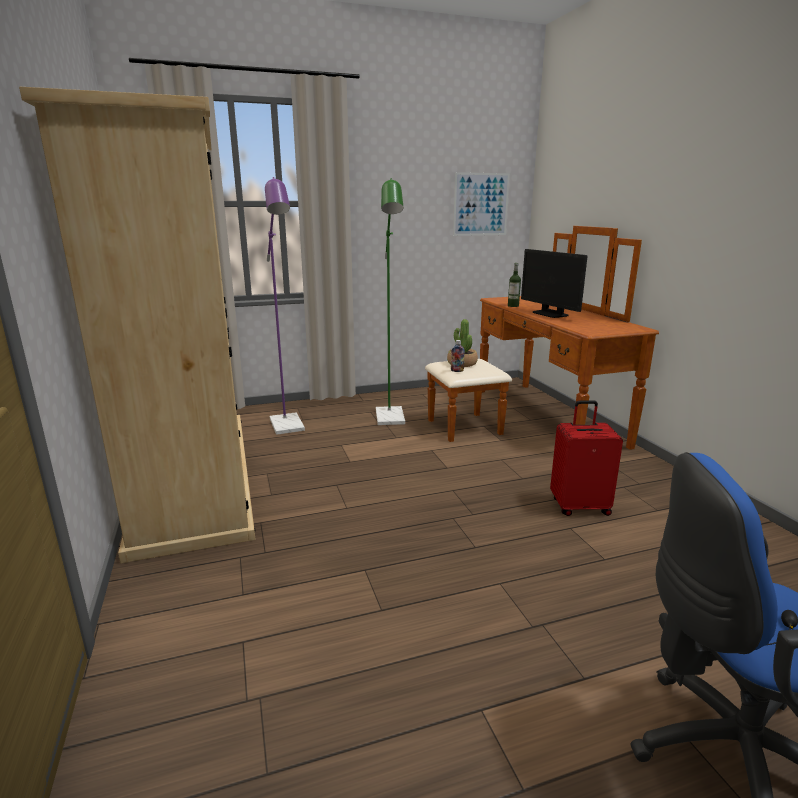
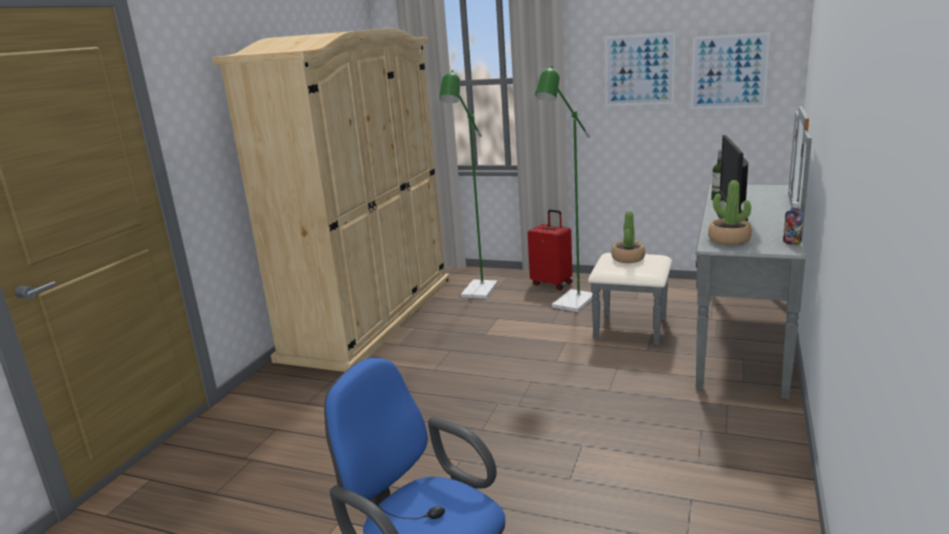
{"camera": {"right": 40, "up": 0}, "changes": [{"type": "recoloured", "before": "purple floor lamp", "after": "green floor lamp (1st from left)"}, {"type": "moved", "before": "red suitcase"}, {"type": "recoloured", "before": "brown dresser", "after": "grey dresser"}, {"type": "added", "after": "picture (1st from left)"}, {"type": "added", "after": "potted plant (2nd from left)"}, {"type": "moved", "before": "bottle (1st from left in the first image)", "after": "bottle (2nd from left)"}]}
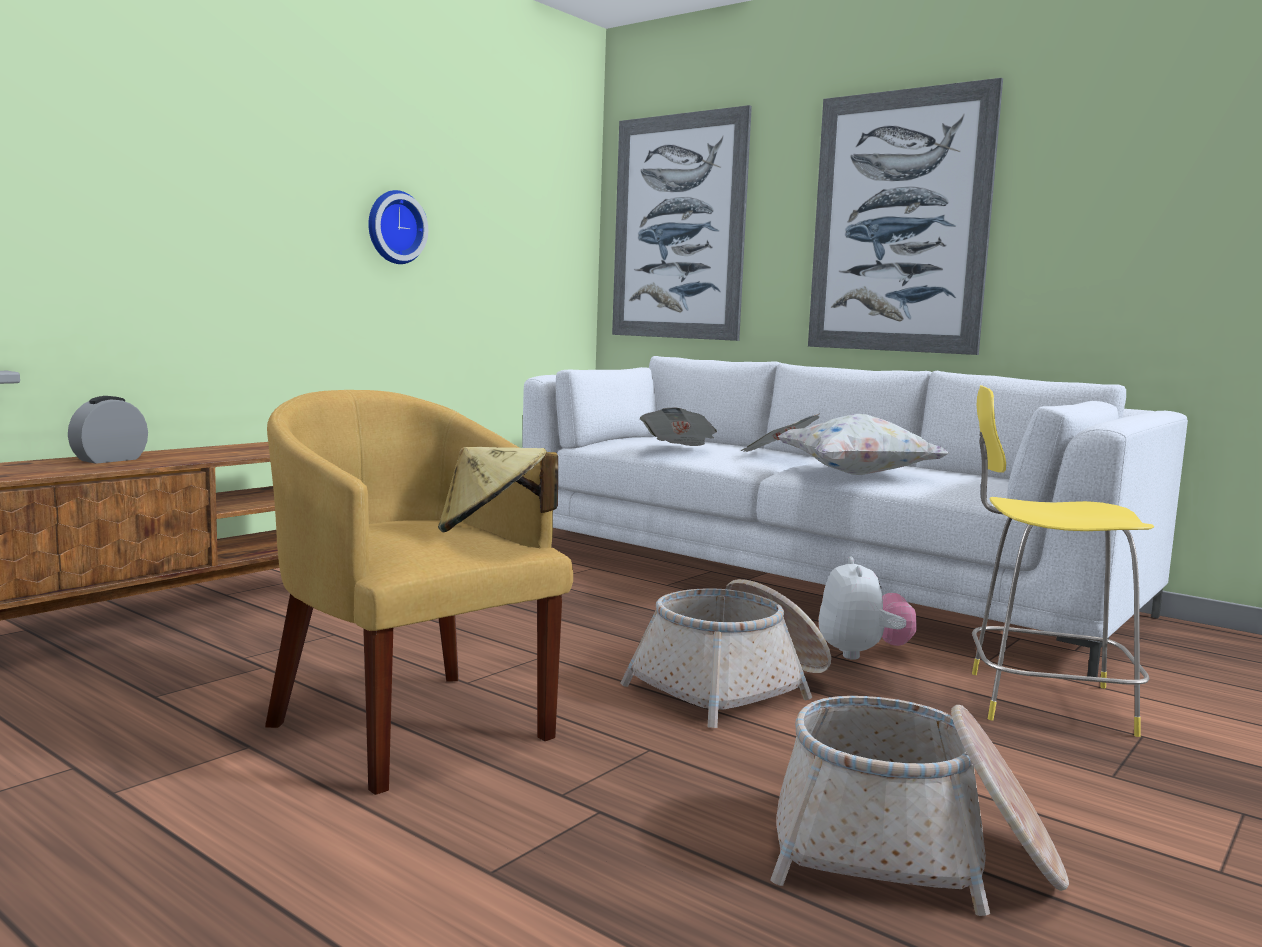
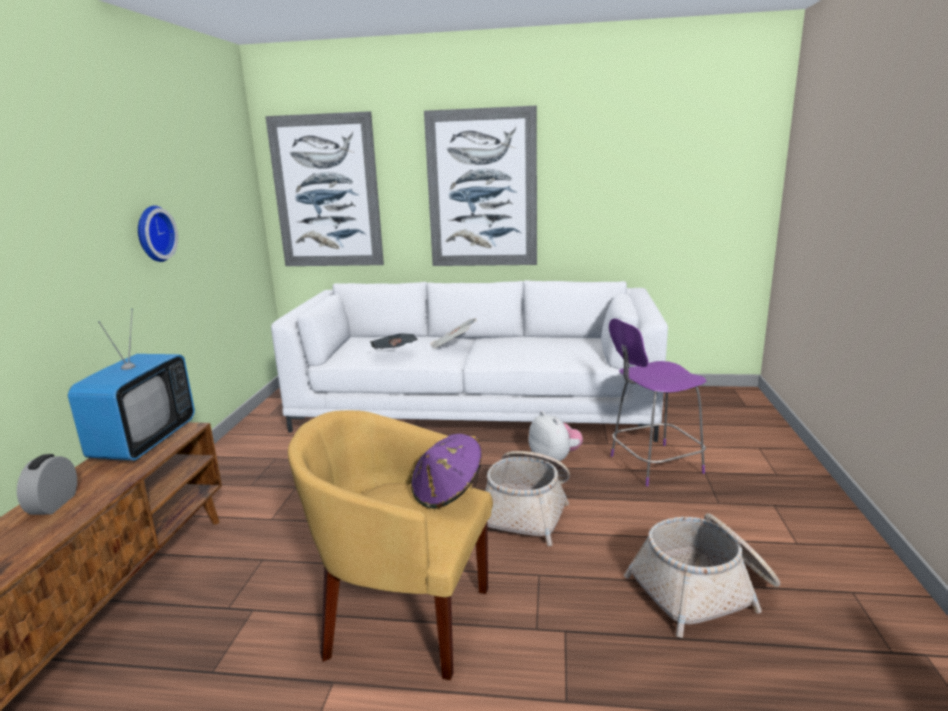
{"camera": {"right": -30, "up": 10}, "changes": [{"type": "added", "after": "television"}, {"type": "recoloured", "before": "beige hat", "after": "purple hat"}, {"type": "recoloured", "before": "yellow stool", "after": "purple stool"}, {"type": "removed", "before": "white pillow"}]}
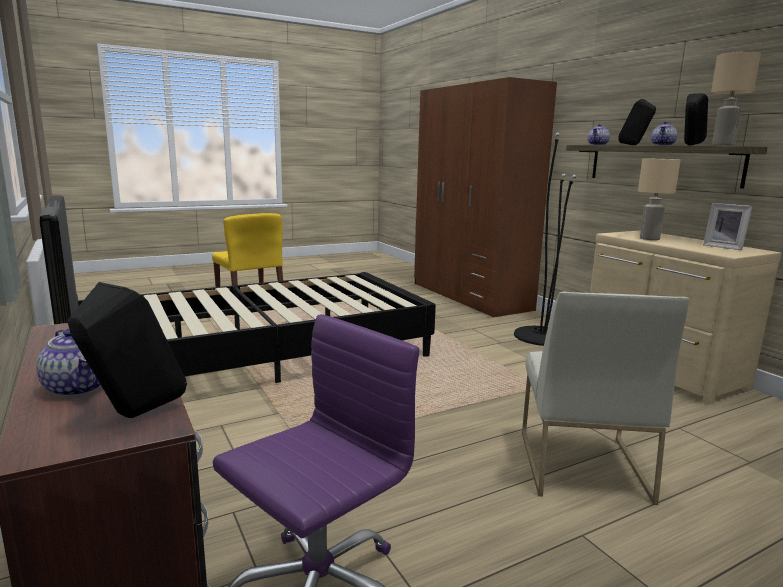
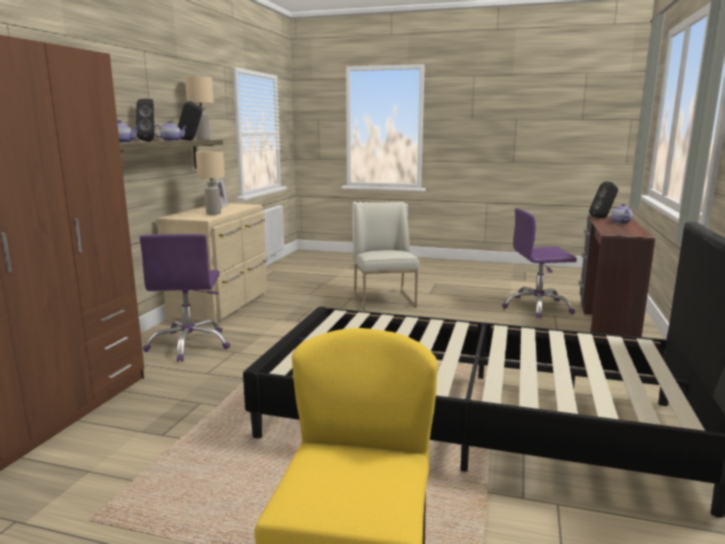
{"camera": {"right": -135, "up": 0}, "changes": [{"type": "replaced", "before": "black floor lamp", "after": "purple office chair (1st from left)"}, {"type": "turned", "before": "white chair", "turn": -60}]}
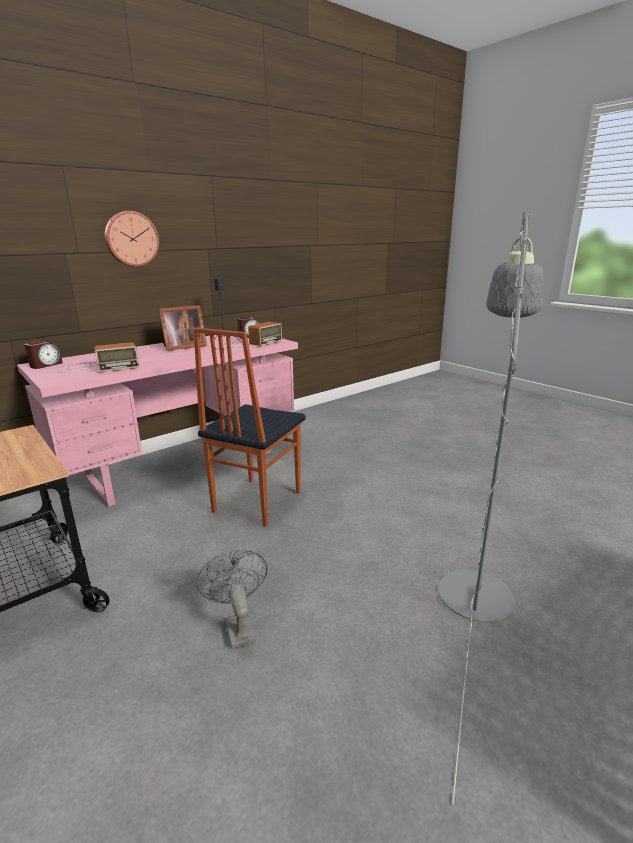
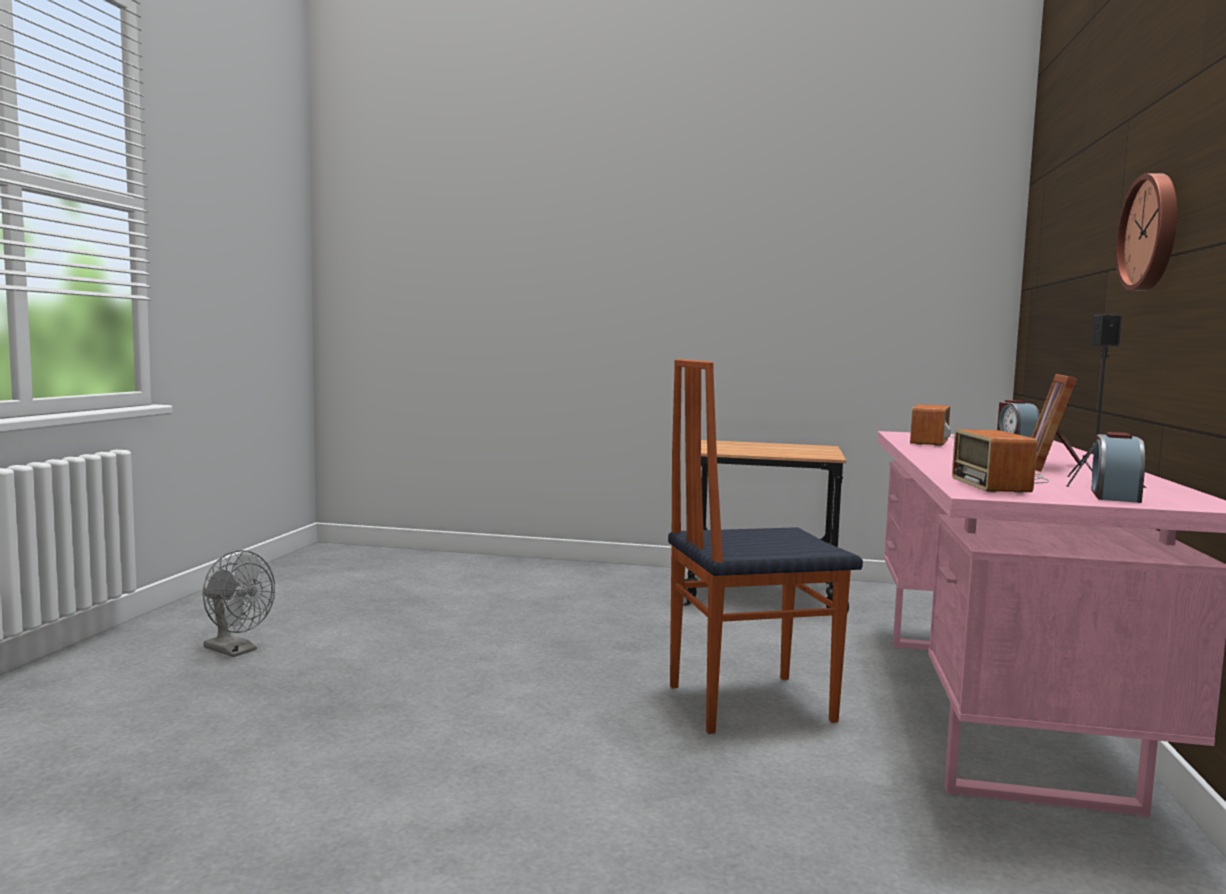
{"camera": {"right": 140, "up": -15}, "changes": [{"type": "moved", "before": "grey fan"}, {"type": "turned", "before": "chair", "turn": -90}, {"type": "removed", "before": "grey floor lamp"}]}
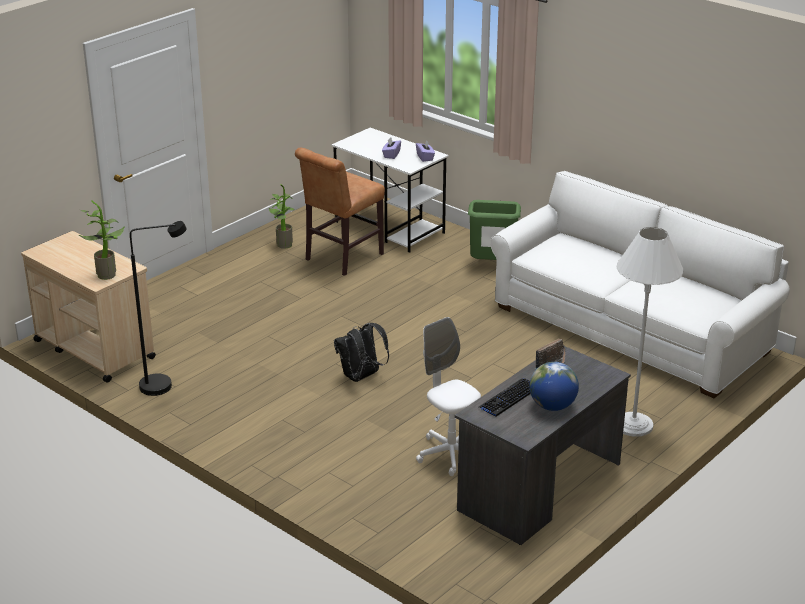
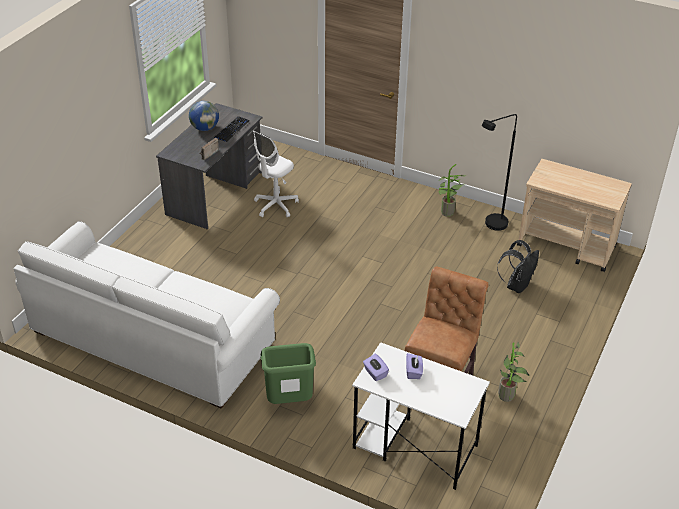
{"camera": {"right": 165, "up": 10}, "changes": [{"type": "turned", "before": "white office chair", "turn": 90}, {"type": "moved", "before": "potted plant (1st from left)"}, {"type": "moved", "before": "black backpack"}, {"type": "removed", "before": "white floor lamp"}]}
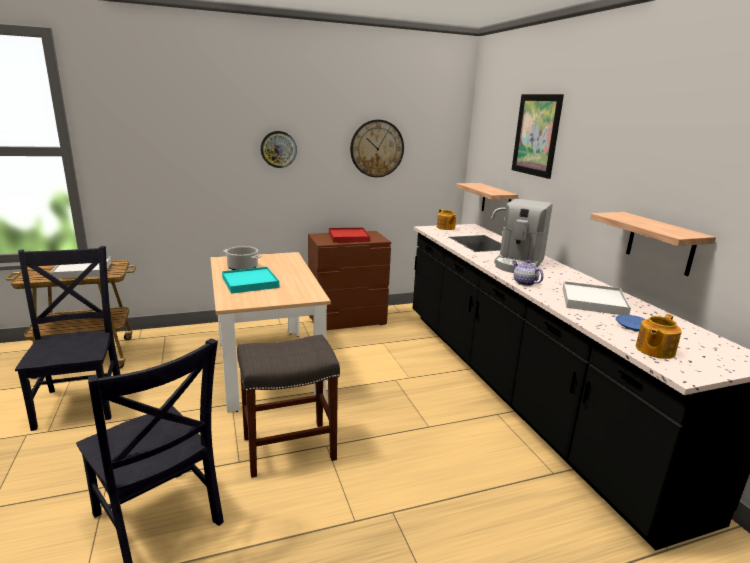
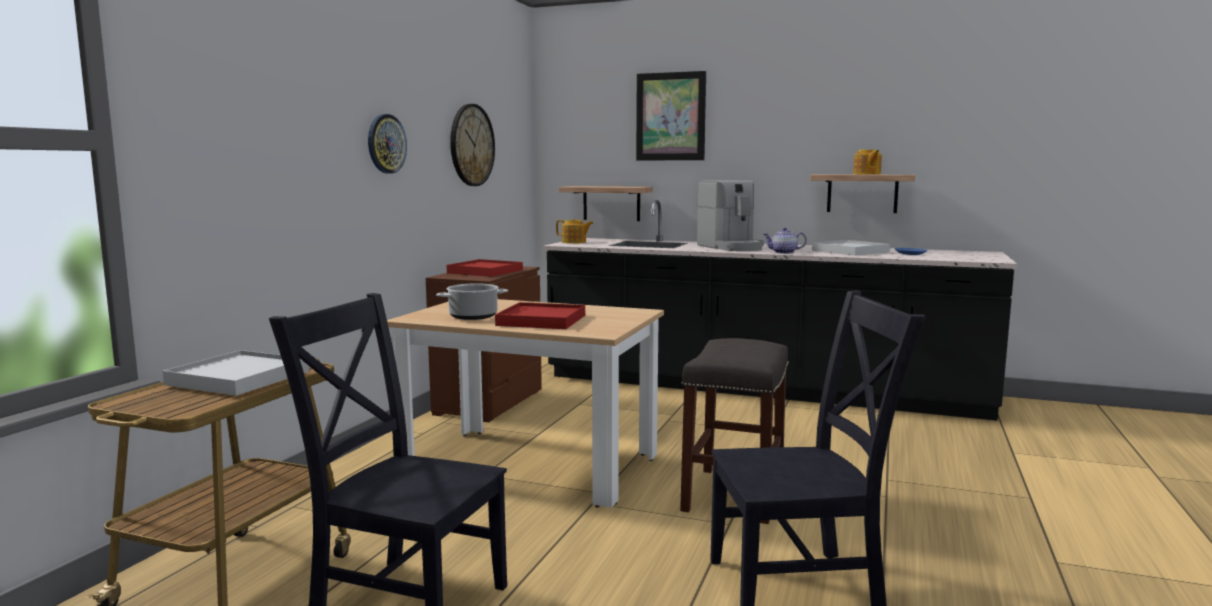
{"camera": {"right": -50, "up": -10}, "changes": [{"type": "recoloured", "before": "turquoise tray", "after": "red tray (2nd from left)"}, {"type": "moved", "before": "teapot (3rd from left)"}]}
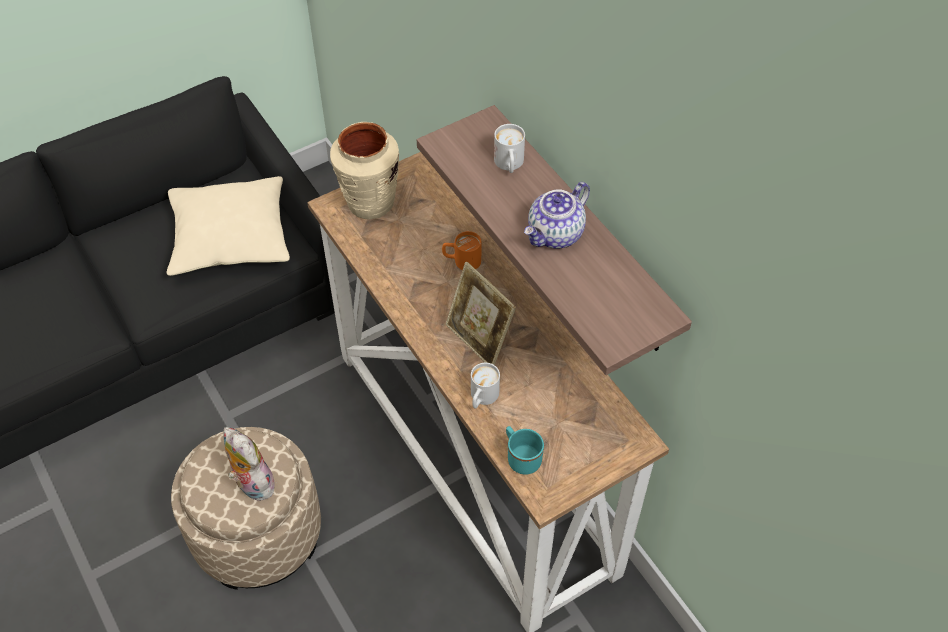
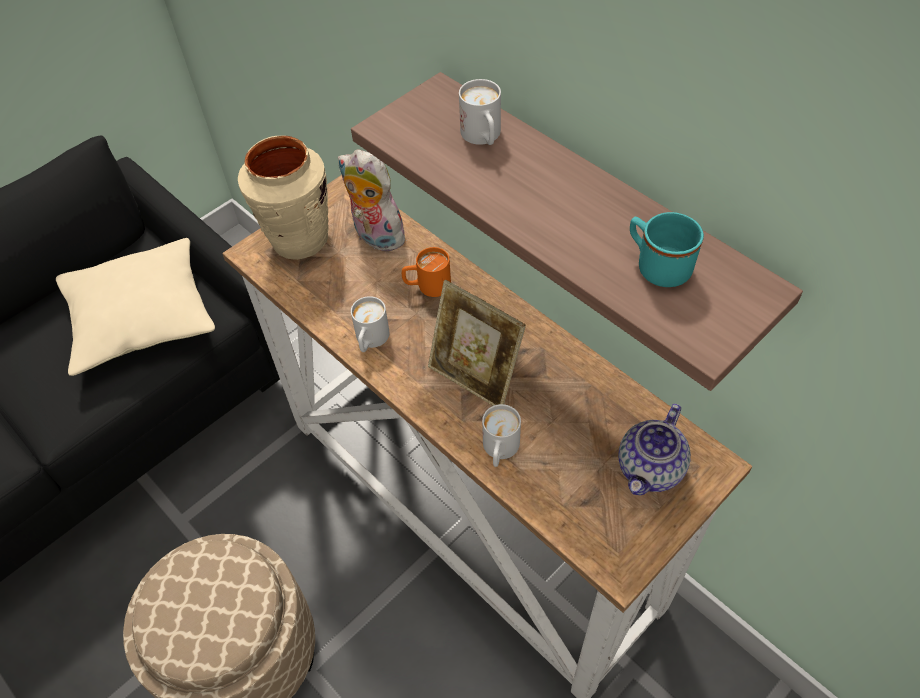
{"camera": {"right": -10, "up": 0}, "changes": [{"type": "moved", "before": "plush toy"}, {"type": "added", "after": "white mug (1st from left)"}, {"type": "moved", "before": "teapot"}, {"type": "moved", "before": "turquoise mug"}]}
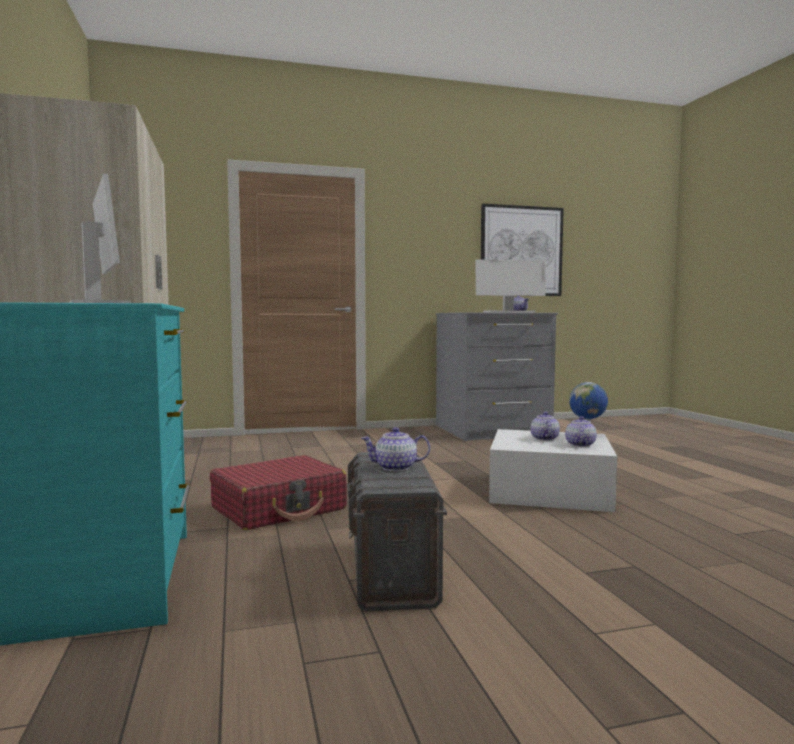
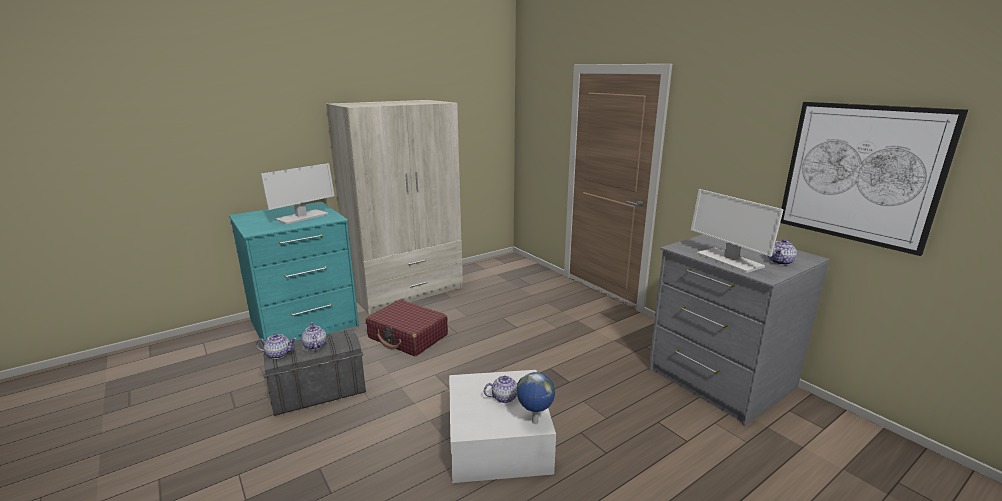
{"camera": {"right": 70, "up": 15}, "changes": [{"type": "moved", "before": "teapot (4th from left in the first image)", "after": "teapot (1st from left)"}]}
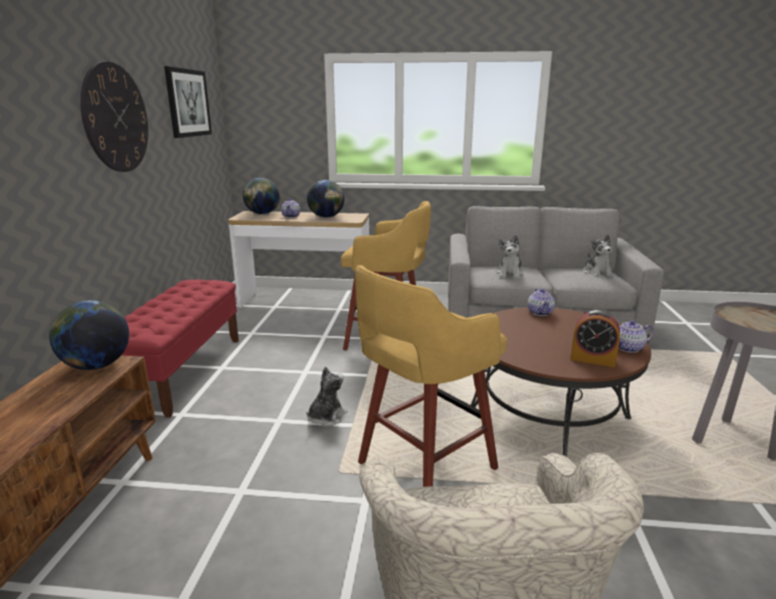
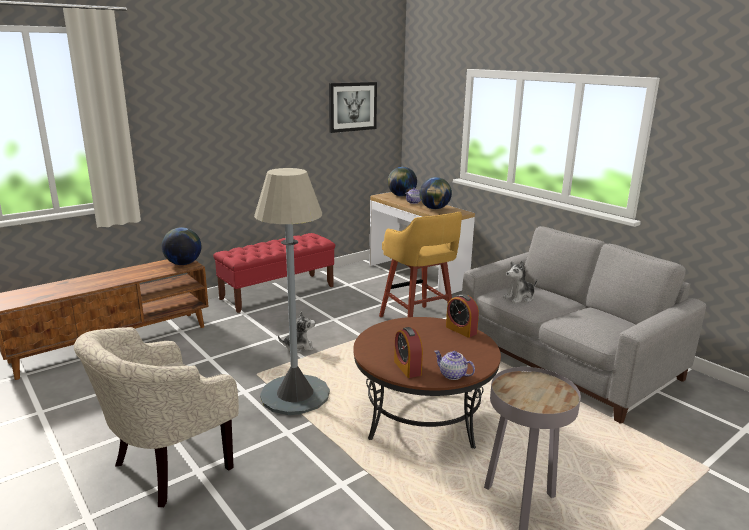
{"camera": {"right": 45, "up": 0}, "changes": [{"type": "replaced", "before": "yellow stool (2nd from left)", "after": "grey floor lamp"}, {"type": "replaced", "before": "teapot (2nd from left)", "after": "alarm clock (2nd from left)"}, {"type": "removed", "before": "wall clock"}, {"type": "removed", "before": "plush toy (3rd from left)"}]}
